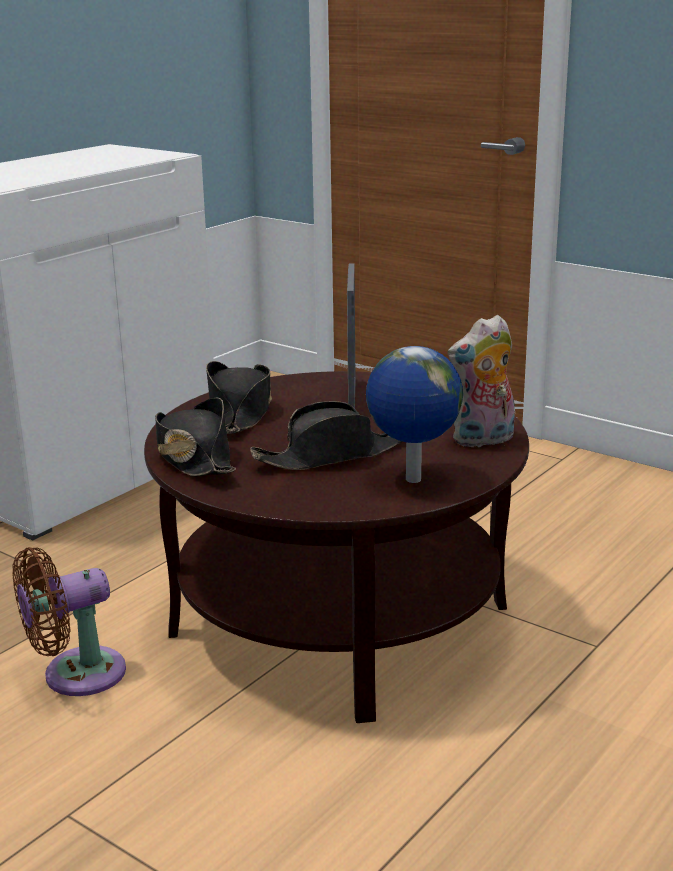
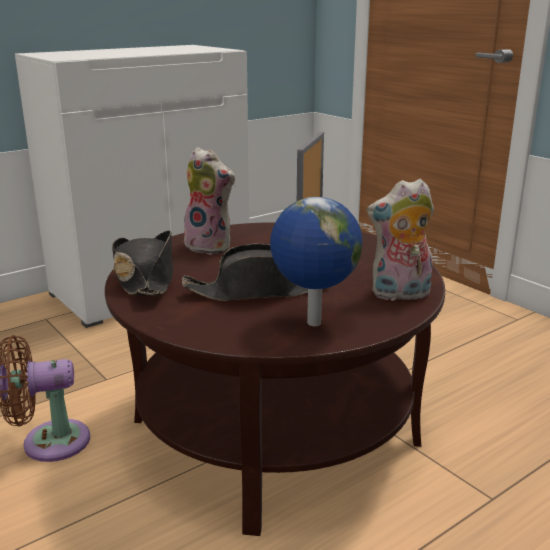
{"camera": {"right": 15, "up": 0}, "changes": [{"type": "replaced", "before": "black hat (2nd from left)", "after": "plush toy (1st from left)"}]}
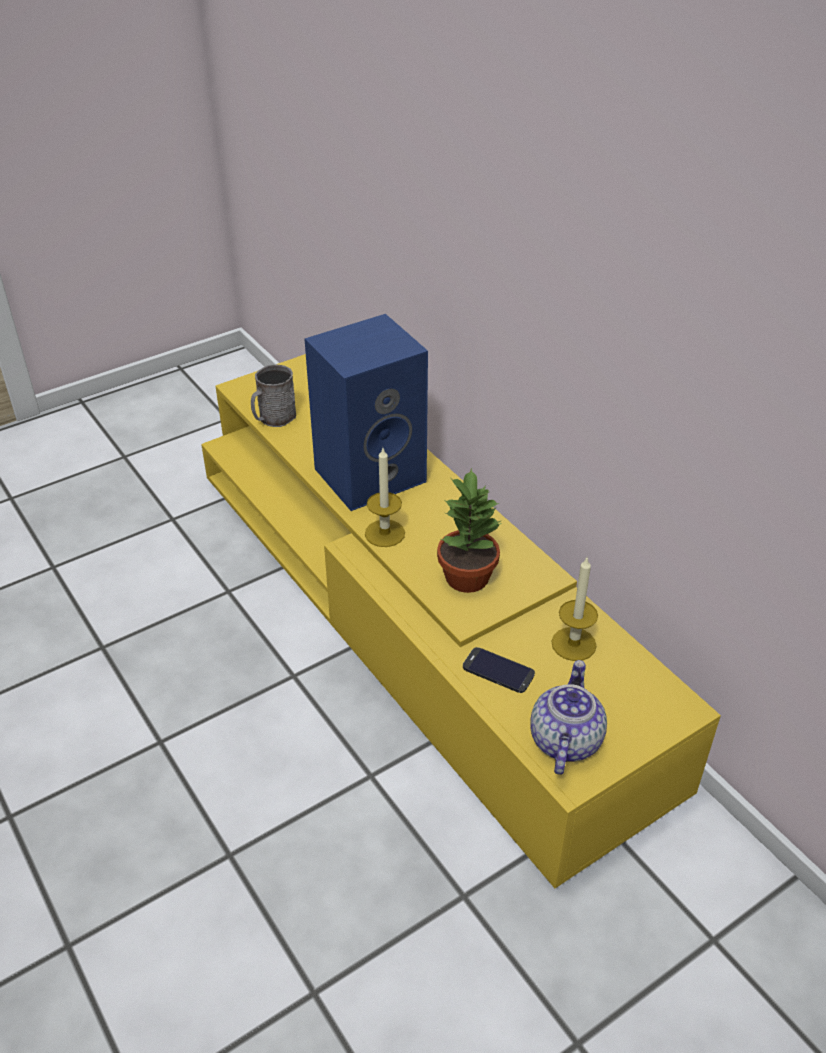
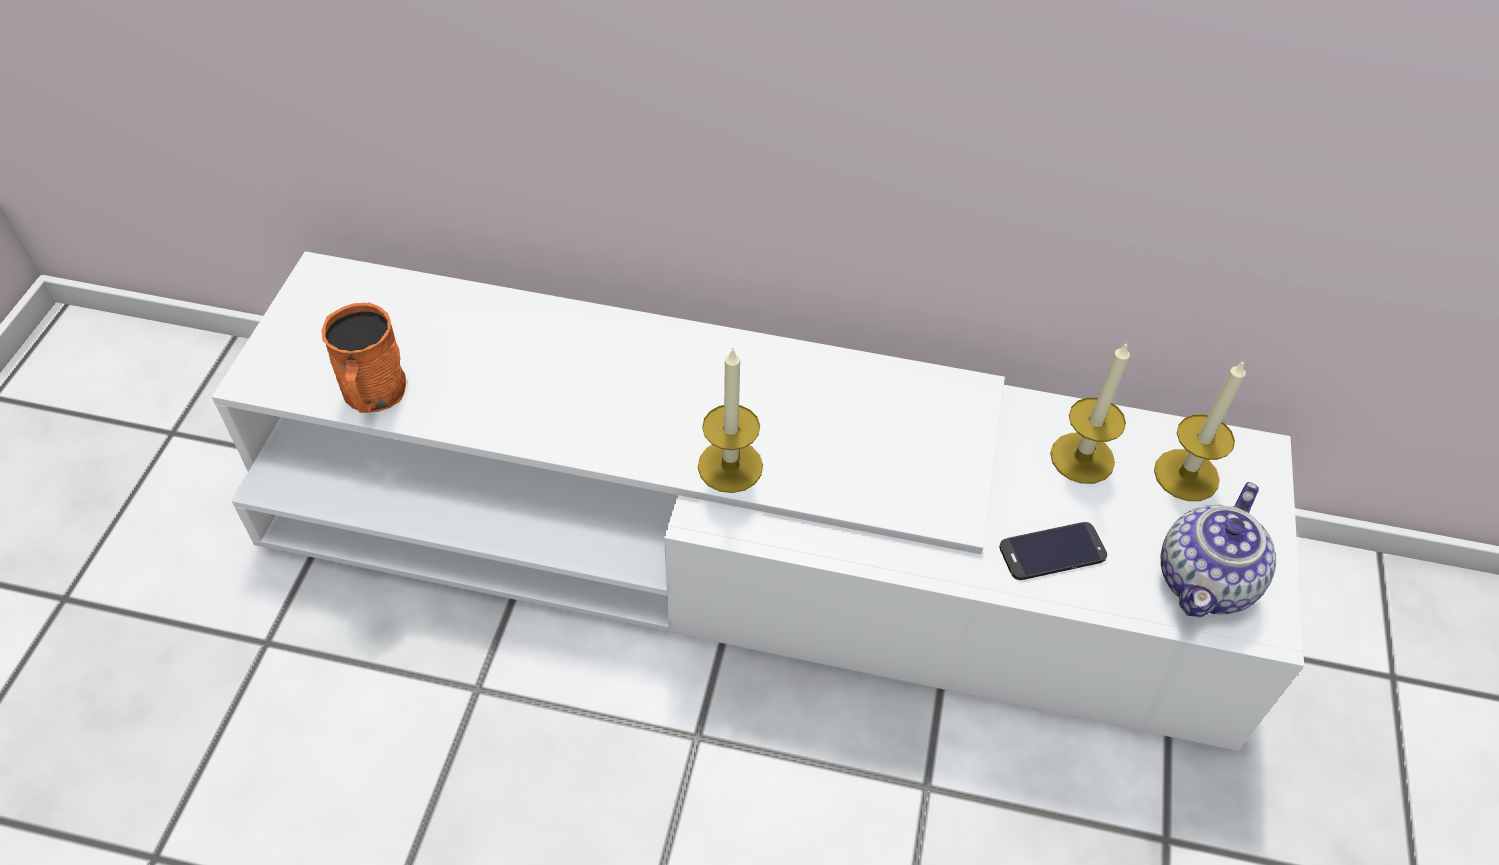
{"camera": {"right": -45, "up": 10}, "changes": [{"type": "recoloured", "before": "yellow tv stand", "after": "white tv stand"}, {"type": "recoloured", "before": "grey mug", "after": "orange mug"}, {"type": "added", "after": "candle (3rd from left)"}, {"type": "turned", "before": "teapot", "turn": -120}, {"type": "removed", "before": "blue speaker"}, {"type": "removed", "before": "potted plant"}]}
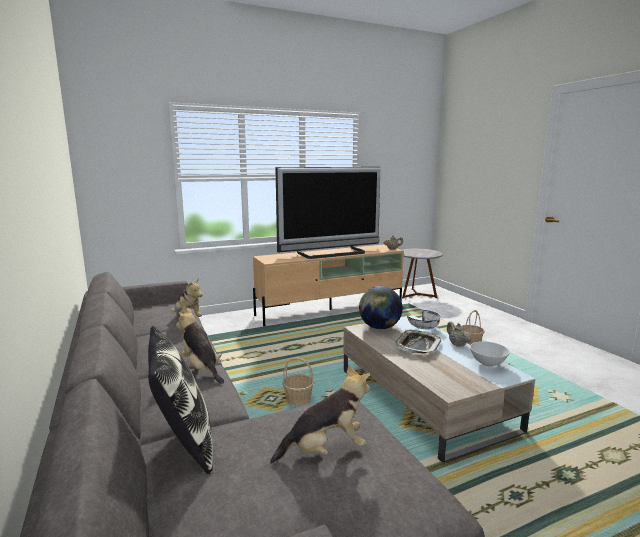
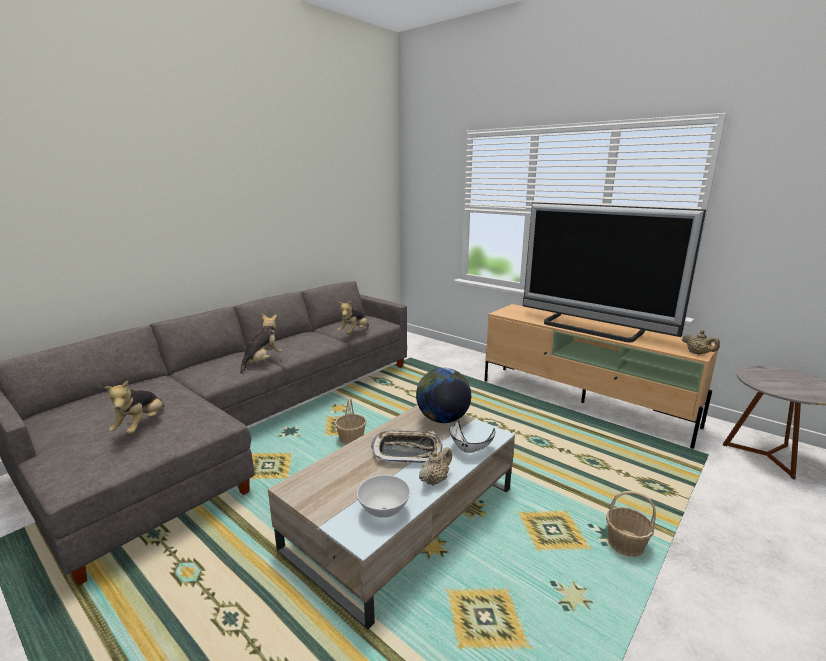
{"camera": {"right": 65, "up": 5}, "changes": [{"type": "turned", "before": "plush toy (3rd from left in the first image)", "turn": 45}, {"type": "removed", "before": "pillow"}]}
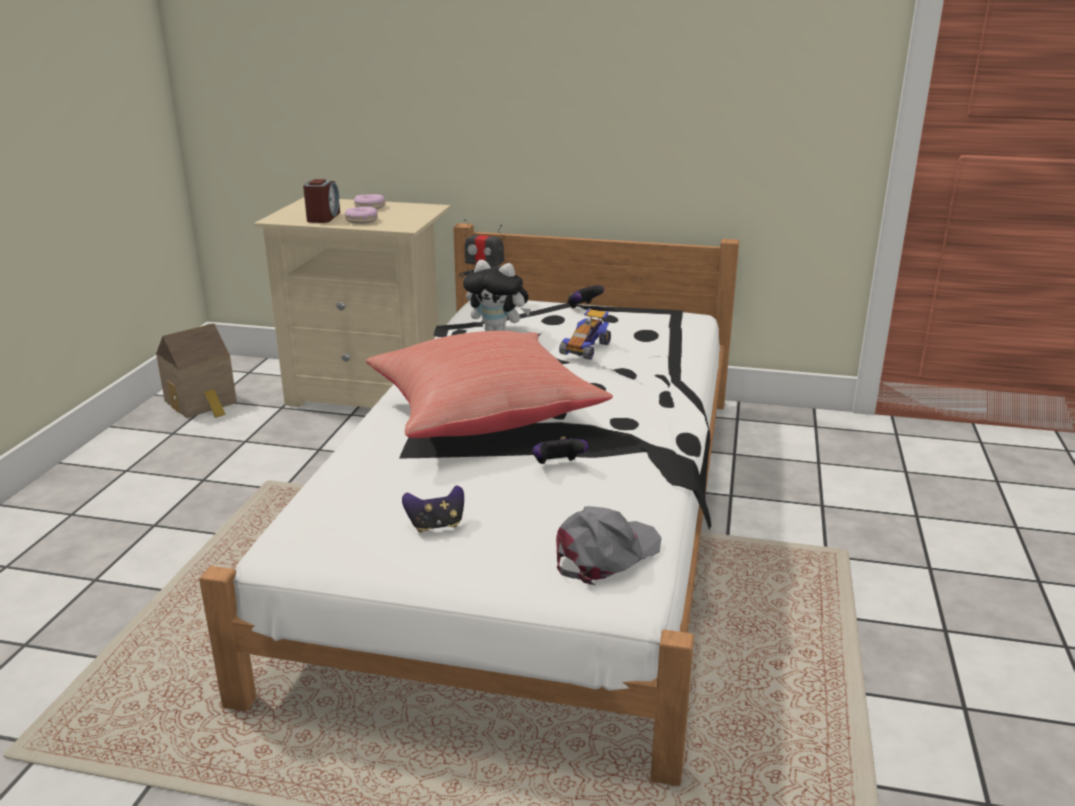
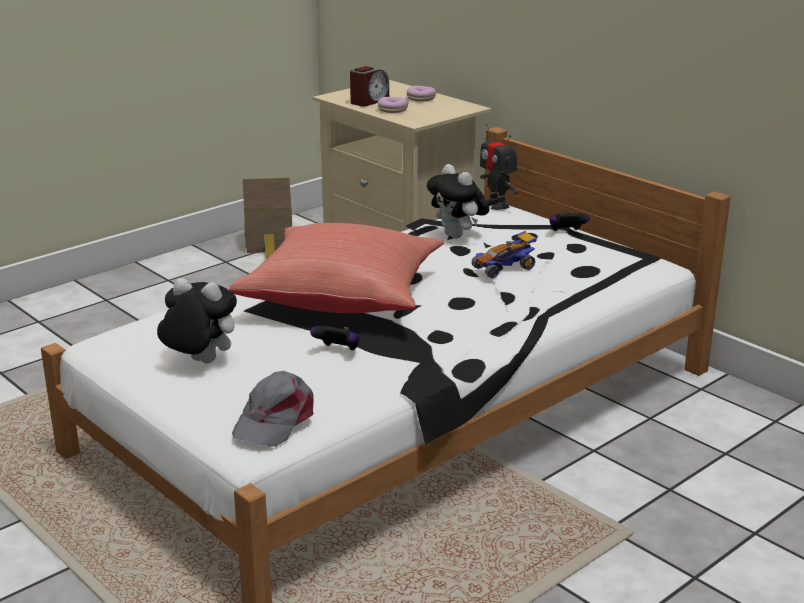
{"camera": {"right": 35, "up": 0}, "changes": [{"type": "replaced", "before": "game controller (1st from left)", "after": "plush toy (1st from left)"}, {"type": "turned", "before": "grey cap", "turn": 120}]}
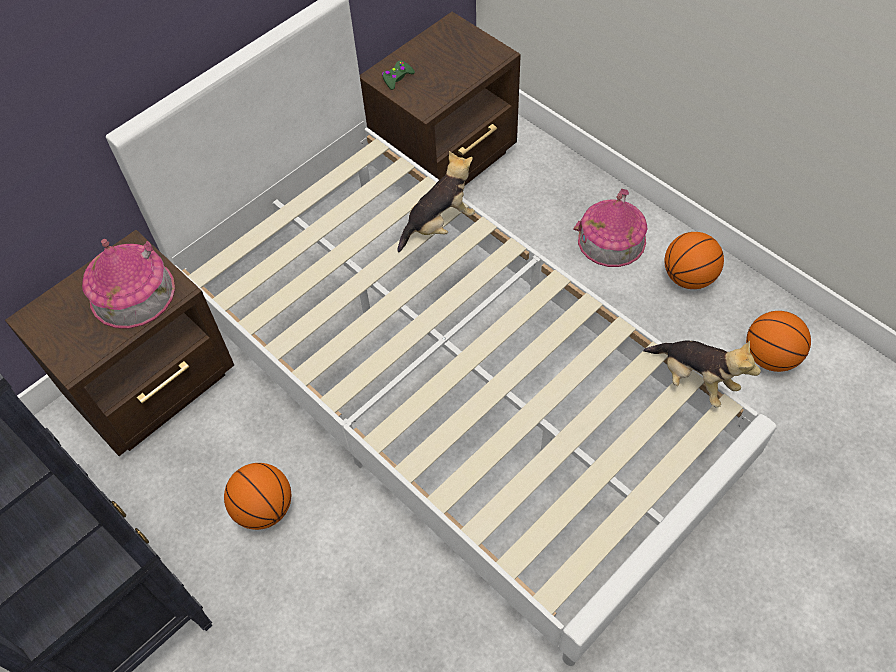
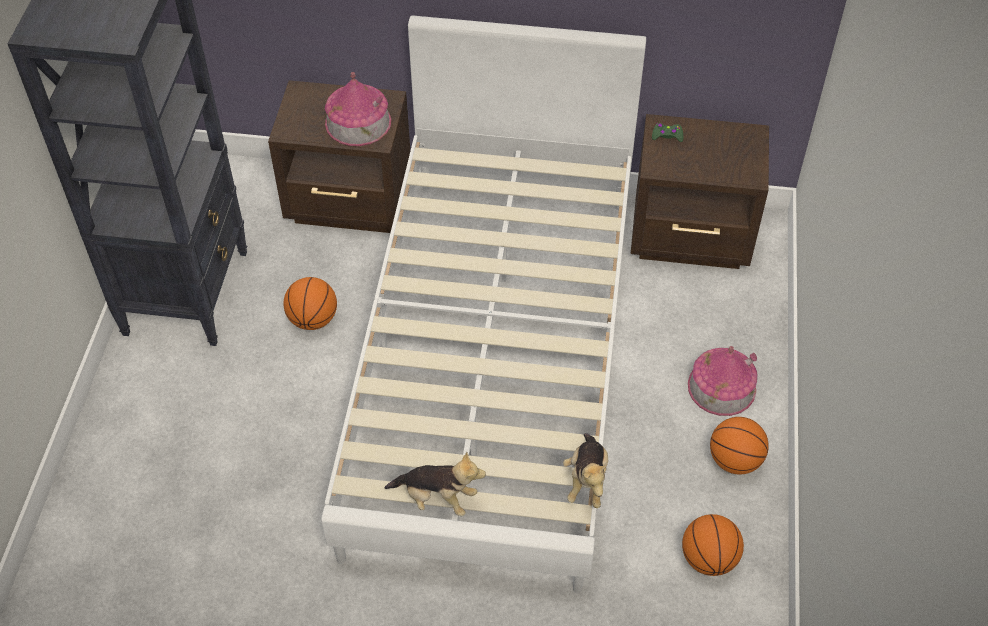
{"camera": {"right": 50, "up": -5}, "changes": [{"type": "moved", "before": "plush toy (1st from left)"}]}
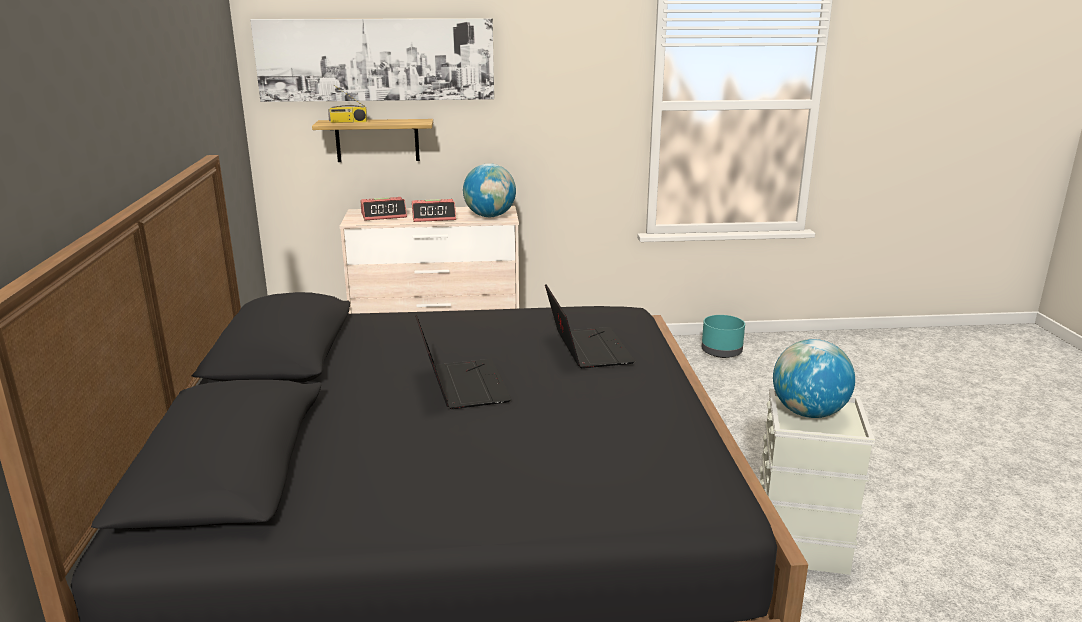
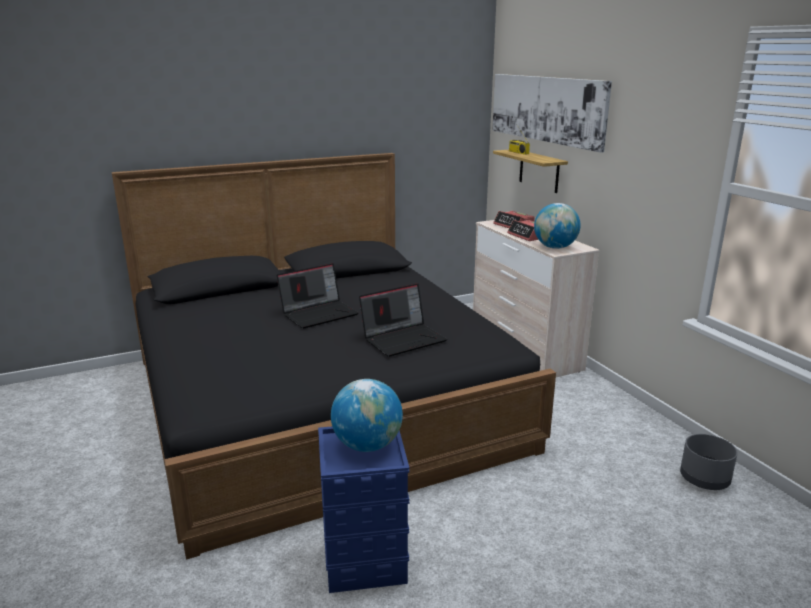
{"camera": {"right": 70, "up": 0}, "changes": [{"type": "recoloured", "before": "grey storage box", "after": "blue storage box"}, {"type": "recoloured", "before": "turquoise planter", "after": "grey planter"}]}
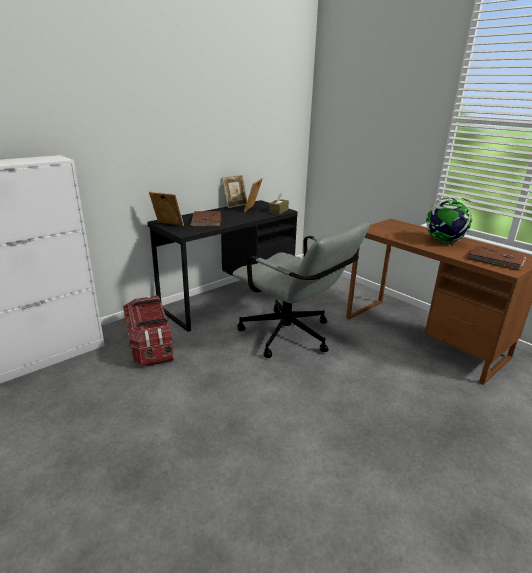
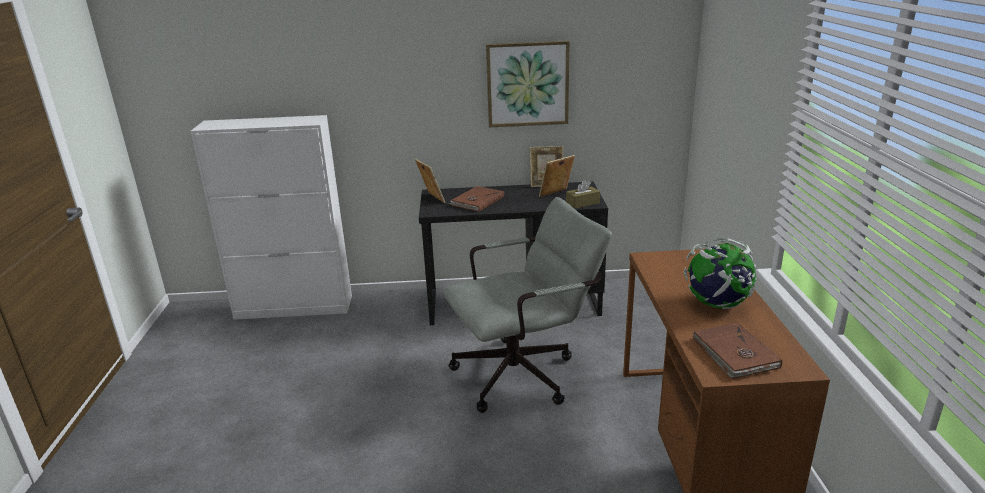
{"camera": {"right": 40, "up": 0}, "changes": [{"type": "turned", "before": "grey office chair", "turn": -105}, {"type": "added", "after": "picture"}, {"type": "removed", "before": "storage box"}]}
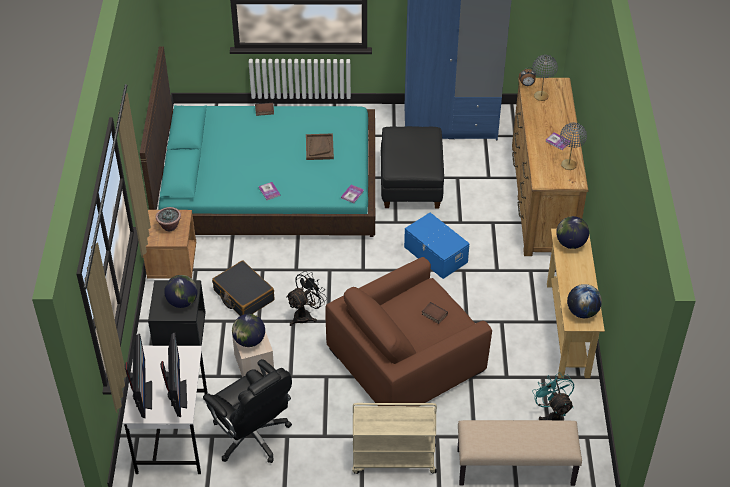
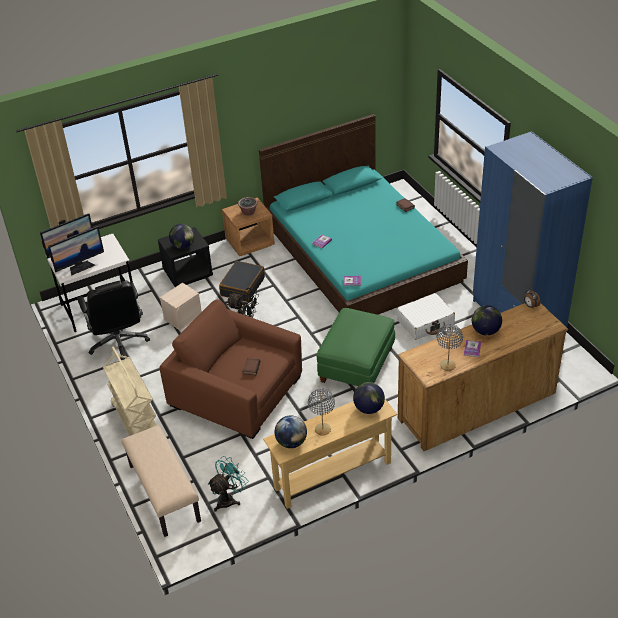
{"camera": {"right": 65, "up": -5}, "changes": [{"type": "turned", "before": "black office chair", "turn": -45}, {"type": "moved", "before": "grey table lamp (1st from left)"}, {"type": "replaced", "before": "blue storage box", "after": "green ottoman"}, {"type": "replaced", "before": "black ottoman", "after": "white suitcase"}, {"type": "moved", "before": "globe (2nd from left in the first image)", "after": "globe (4th from left)"}, {"type": "removed", "before": "brown tray"}]}
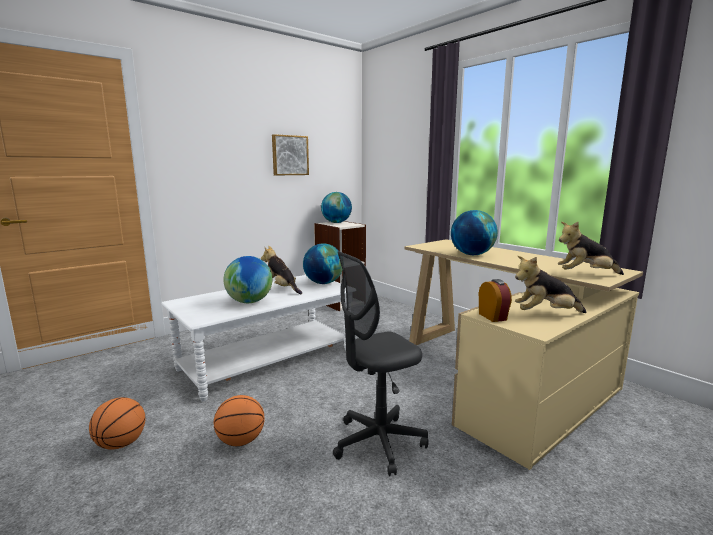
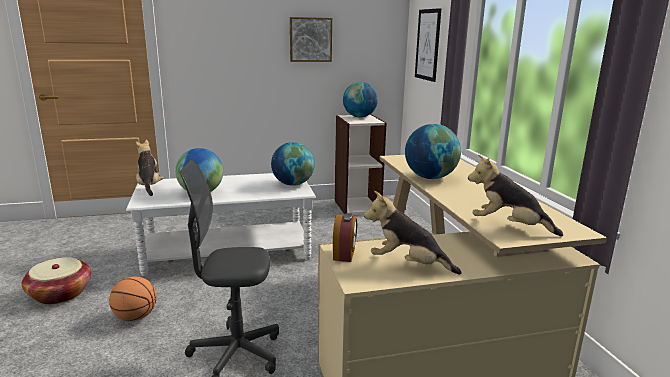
{"camera": {"right": 25, "up": 5}, "changes": [{"type": "replaced", "before": "basketball (1st from left)", "after": "basket"}, {"type": "moved", "before": "plush toy (1st from left)"}, {"type": "added", "after": "picture (2nd from left)"}]}
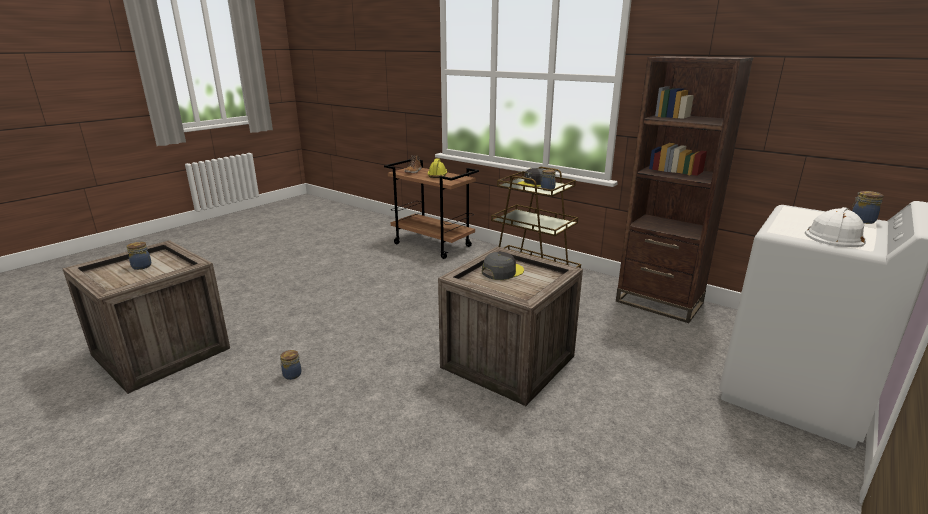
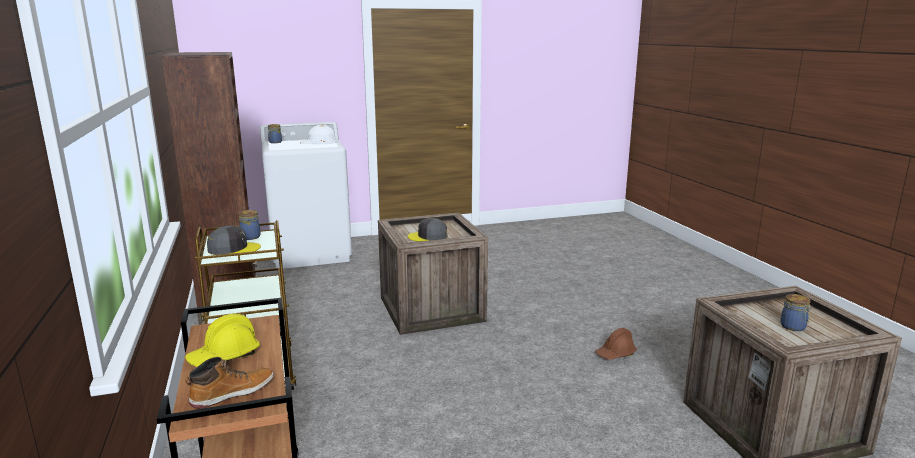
{"camera": {"right": -145, "up": -5}, "changes": [{"type": "replaced", "before": "jar (2nd from left)", "after": "brown hard hat"}]}
